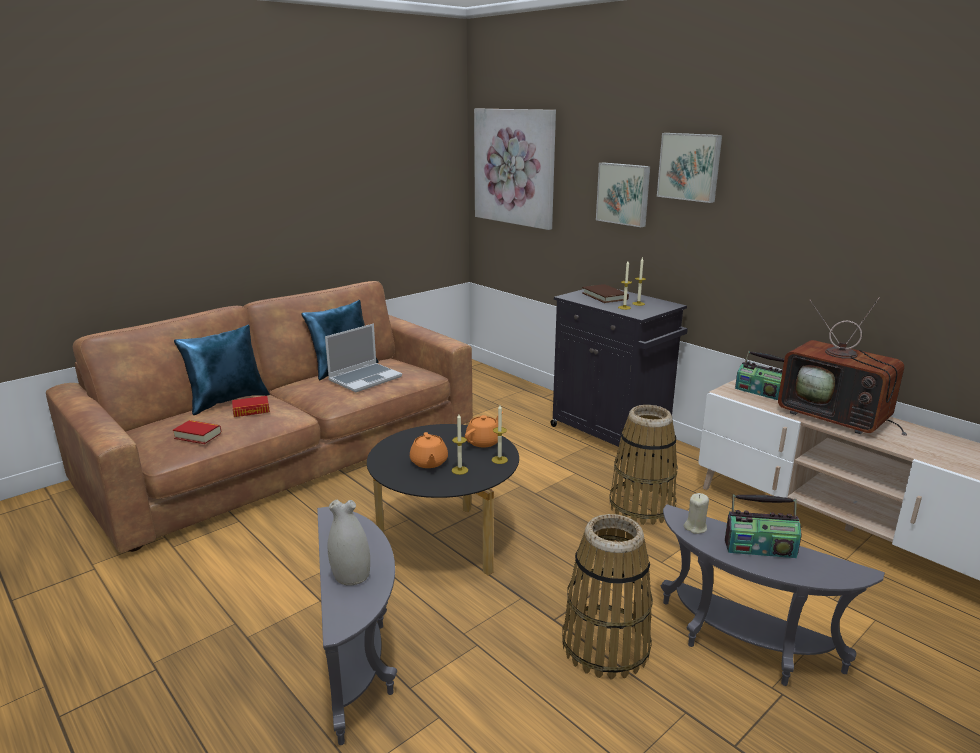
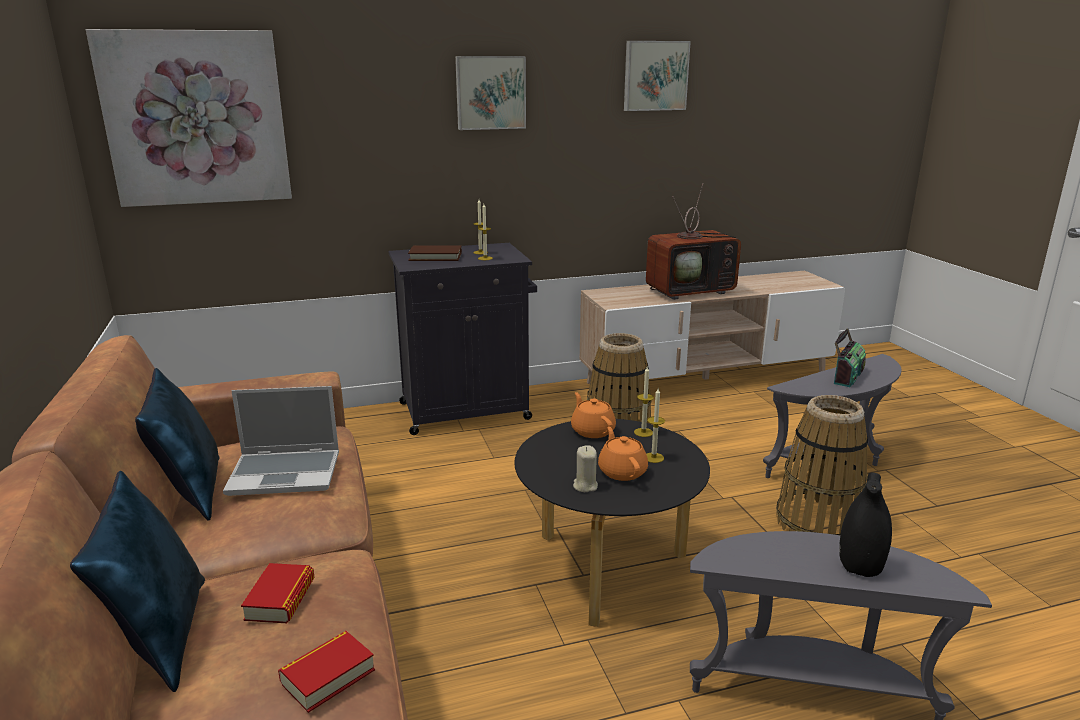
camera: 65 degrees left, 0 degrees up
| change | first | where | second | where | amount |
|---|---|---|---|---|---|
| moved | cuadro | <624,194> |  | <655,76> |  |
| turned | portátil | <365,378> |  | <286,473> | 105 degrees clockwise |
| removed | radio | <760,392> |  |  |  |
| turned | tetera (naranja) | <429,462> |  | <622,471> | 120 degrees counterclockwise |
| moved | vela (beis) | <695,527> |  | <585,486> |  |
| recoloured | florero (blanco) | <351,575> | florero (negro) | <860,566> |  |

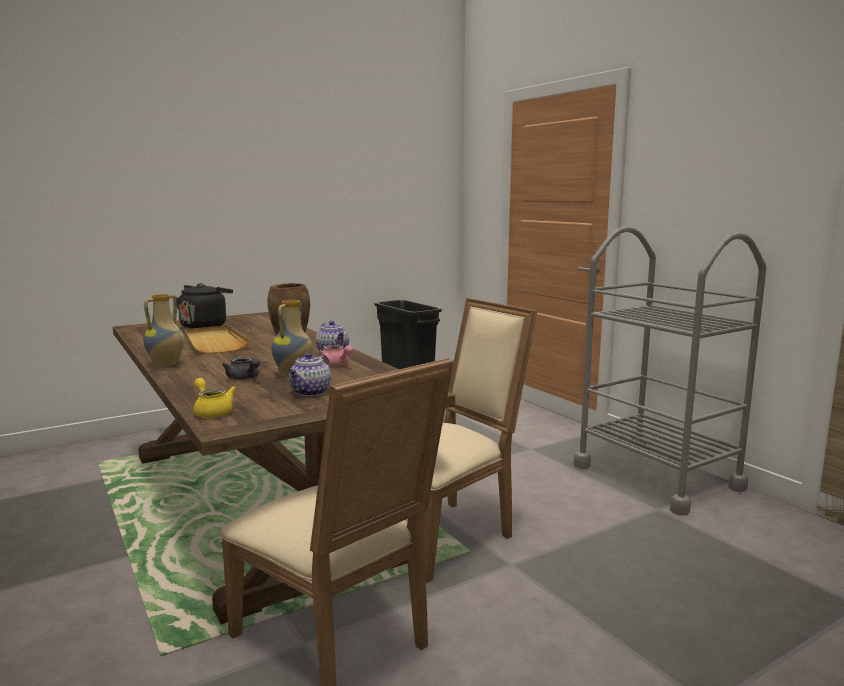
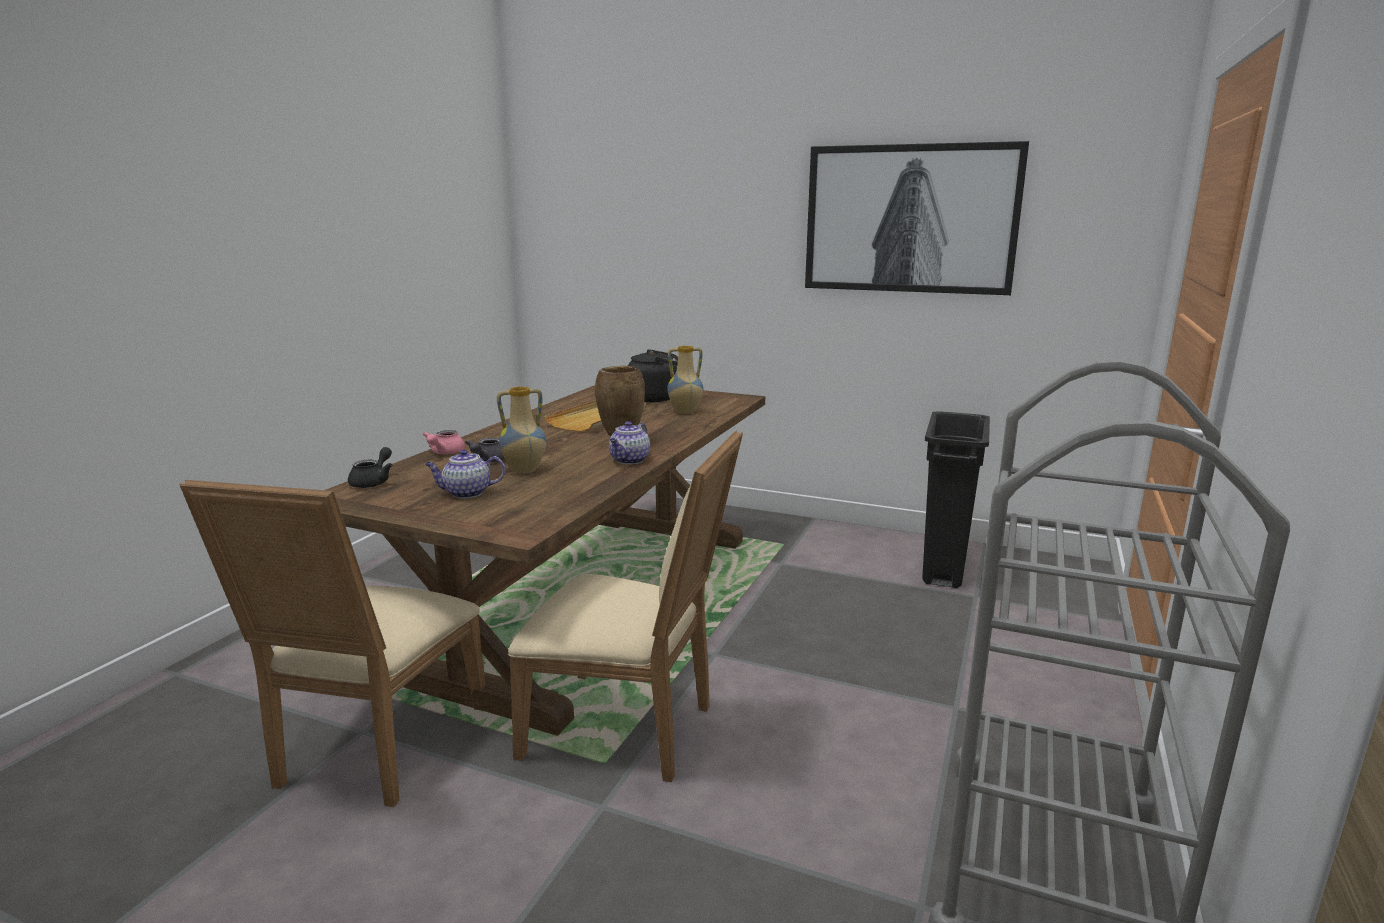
camera: 55 degrees right, 5 degrees up
| change | first | where | second | where | amount |
|---|---|---|---|---|---|
| moved | florero | <166,365> |  | <685,412> |  |
| moved | tetera (rosa) | <336,364> |  | <444,453> |  |
| recoloured | tetera (amarillo) | <212,412> | tetera (negro) | <373,482> |  |
| added |  |  | cuadro | <910,219> |  |

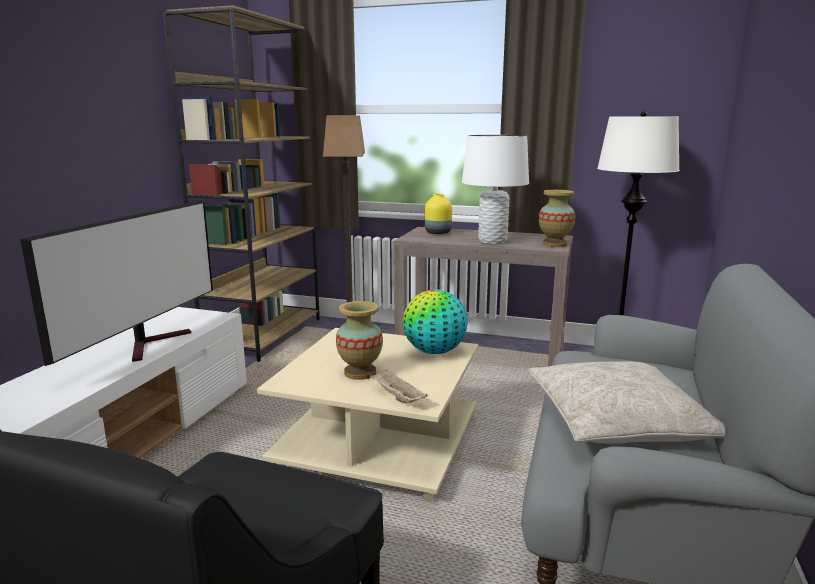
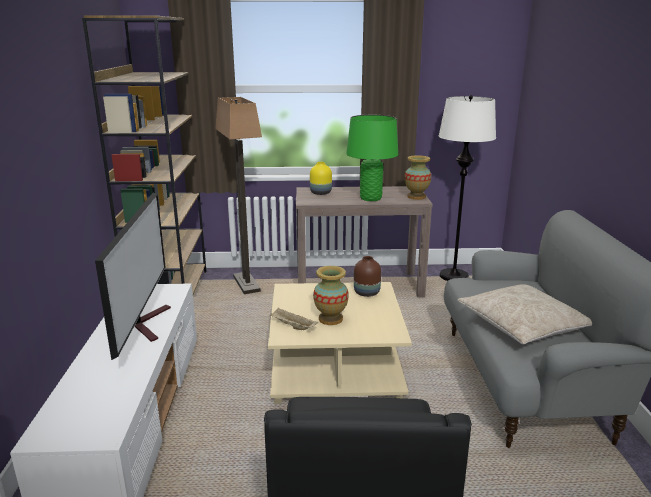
camera: 20 degrees left, 5 degrees up
| change | first | where | second | where | amount |
|---|---|---|---|---|---|
| recoloured | lámpara de mesa (blanco) | <492,241> | lámpara de mesa (verde) | <371,198> |  |
| replaced | globo terráqueo | <434,352> | florero (marrón) | <367,293> |  |
| moved | bandeja (beis) | <396,397> |  | <292,326> |  |

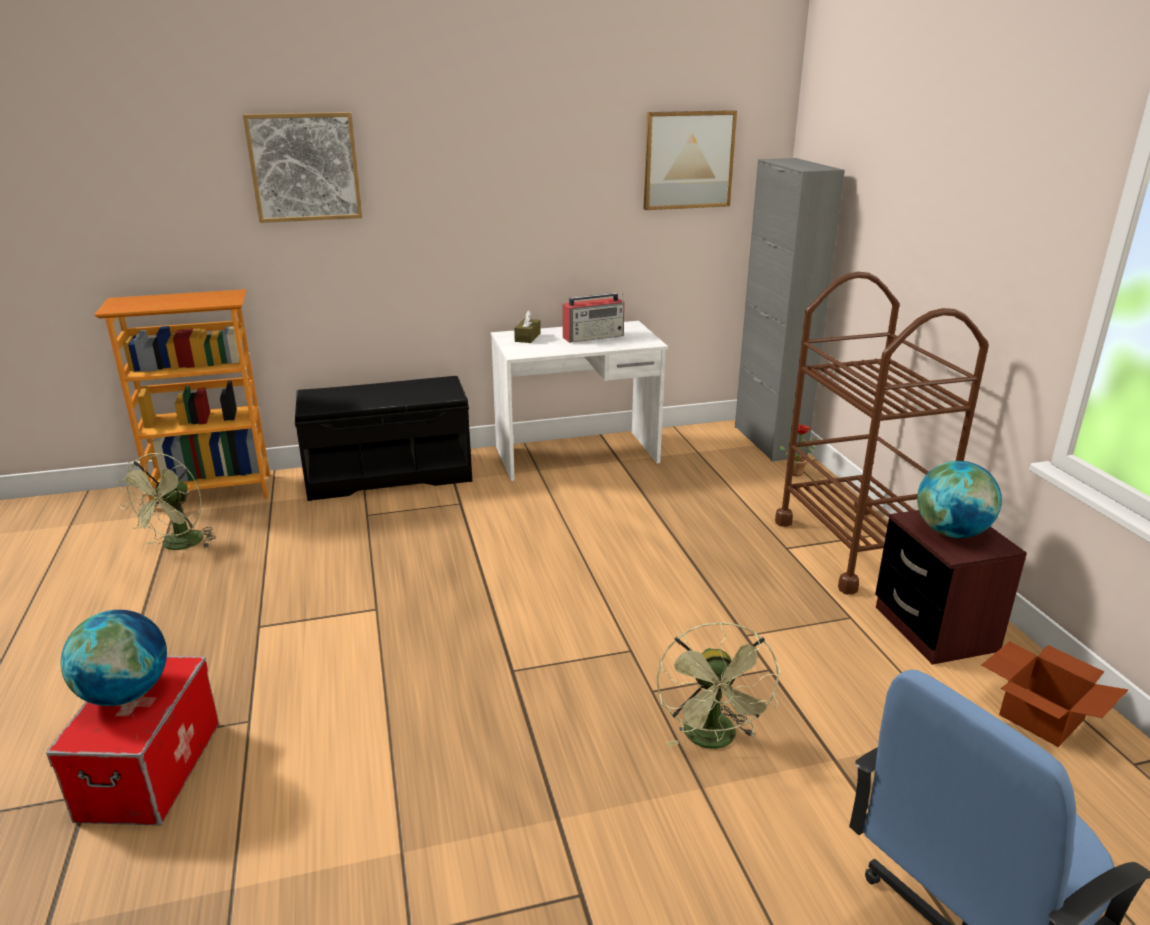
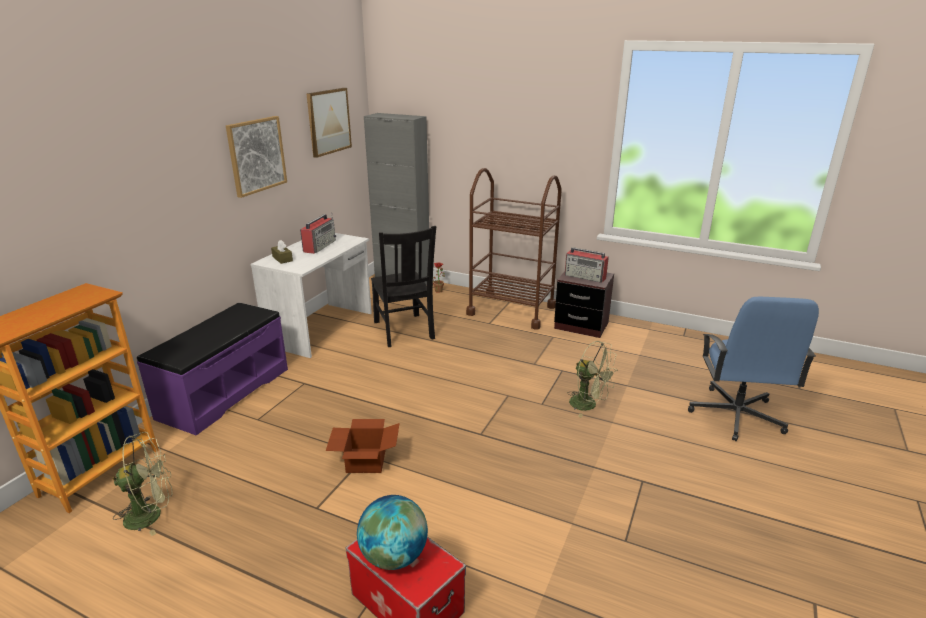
camera: 50 degrees left, 0 degrees up
| change | first | where | second | where | amount |
|---|---|---|---|---|---|
| moved | cuadro | <304,167> |  | <256,155> |  |
| recoloured | banco (negro) | <389,475> | banco (morado) | <224,392> |  |
| turned | ventilador (verde) | <178,546> |  | <151,514> | 75 degrees counterclockwise |
| replaced | globo terráqueo | <951,532> | radio | <585,277> |  |
| moved | caja de cartón | <1040,715> |  | <365,460> |  |
| added |  |  | silla (negro) | <404,331> |  |

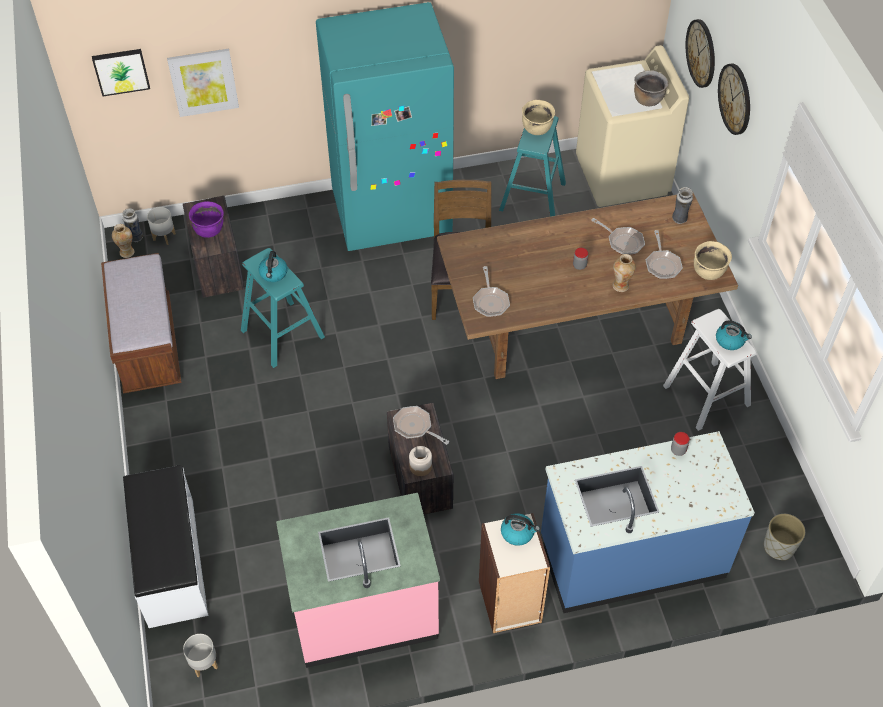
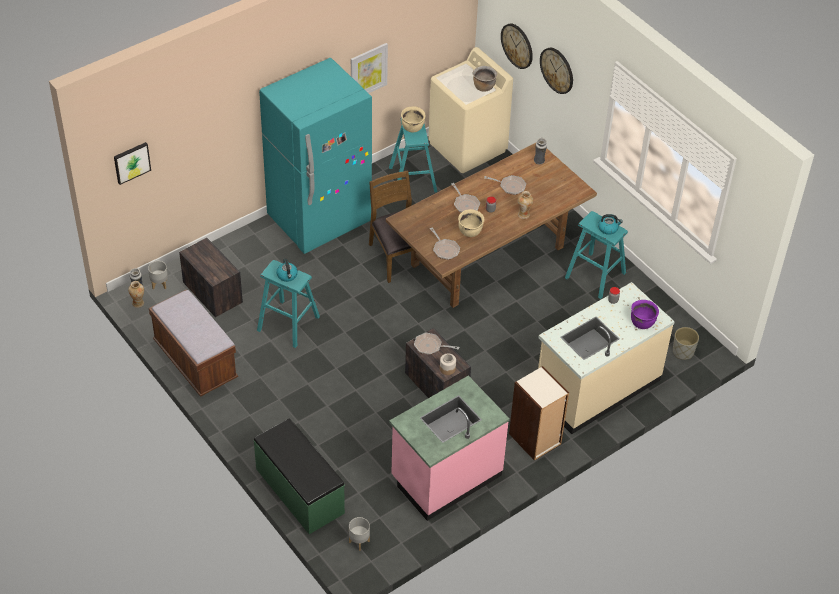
camera: 25 degrees left, 5 degrees down
| change | first | where | second | where | amount |
|---|---|---|---|---|---|
| moved | cuadro | <203,82> |  | <368,71> |  |
| moved | olla (morado) | <209,230> |  | <642,322> |  |
| moved | sartén | <662,264> |  | <465,204> |  |
| moved | olla (beis) | <708,272> |  | <470,232> |  |
| recoloured | taburete (blanco) | <706,395> | taburete (turquesa) | <595,275> |  |
| recoloured | mueble bajo de cocina (azul) | <631,556> | mueble bajo de cocina (beis) | <596,387> |  |
| recoloured | banco (blanco) | <170,563> | banco (verde) | <299,491> |  |
| removed | hervidor | <518,533> |  |  |  |

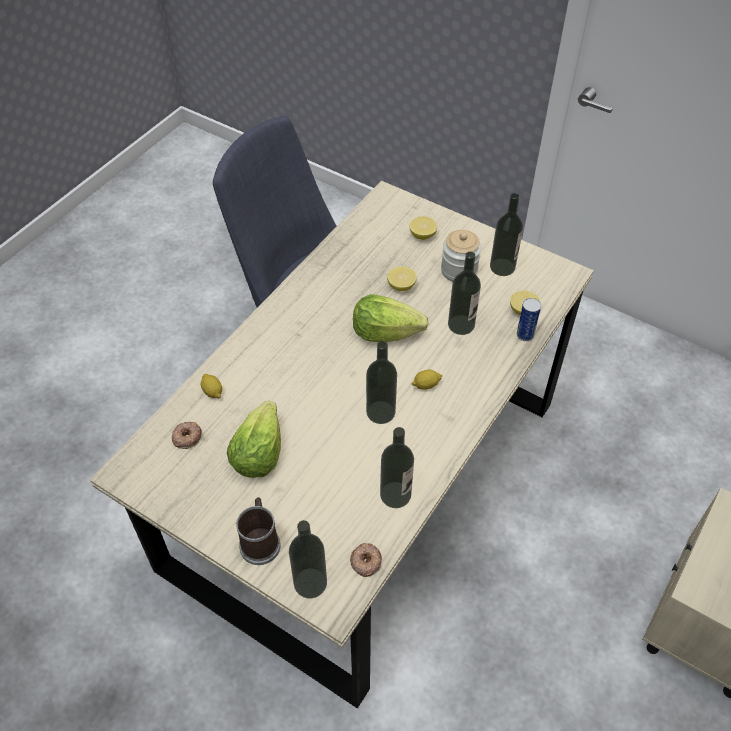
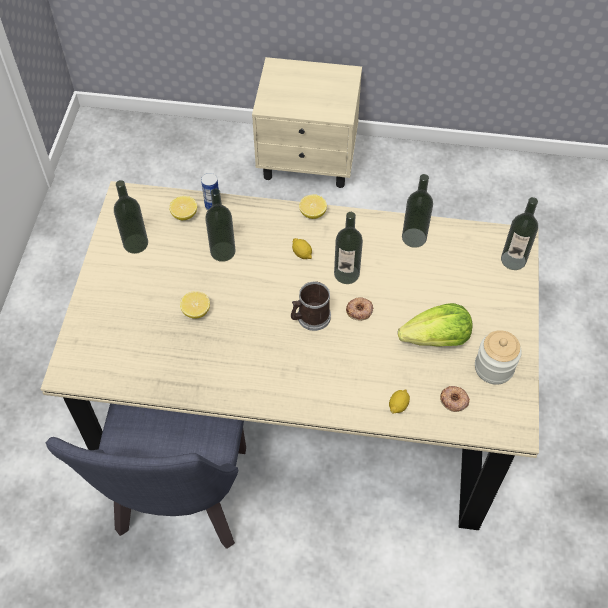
camera: 115 degrees left, 5 degrees up
| change | first | where | second | where | amount |
|---|---|---|---|---|---|
| moved | limón | <422,235> |  | <312,213> |  |
| moved | tarro | <459,270> |  | <494,367> |  |
| removed | lechuga | <385,332> |  |  |  |
| moved | taza grande | <260,541> |  | <310,318> |  |
| moved | rosquilla | <365,561> |  | <359,310> |  |

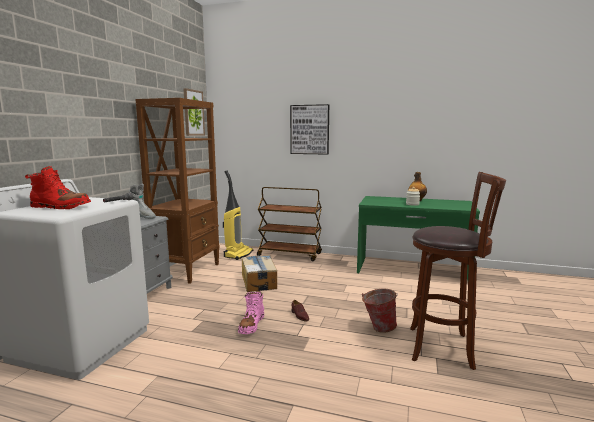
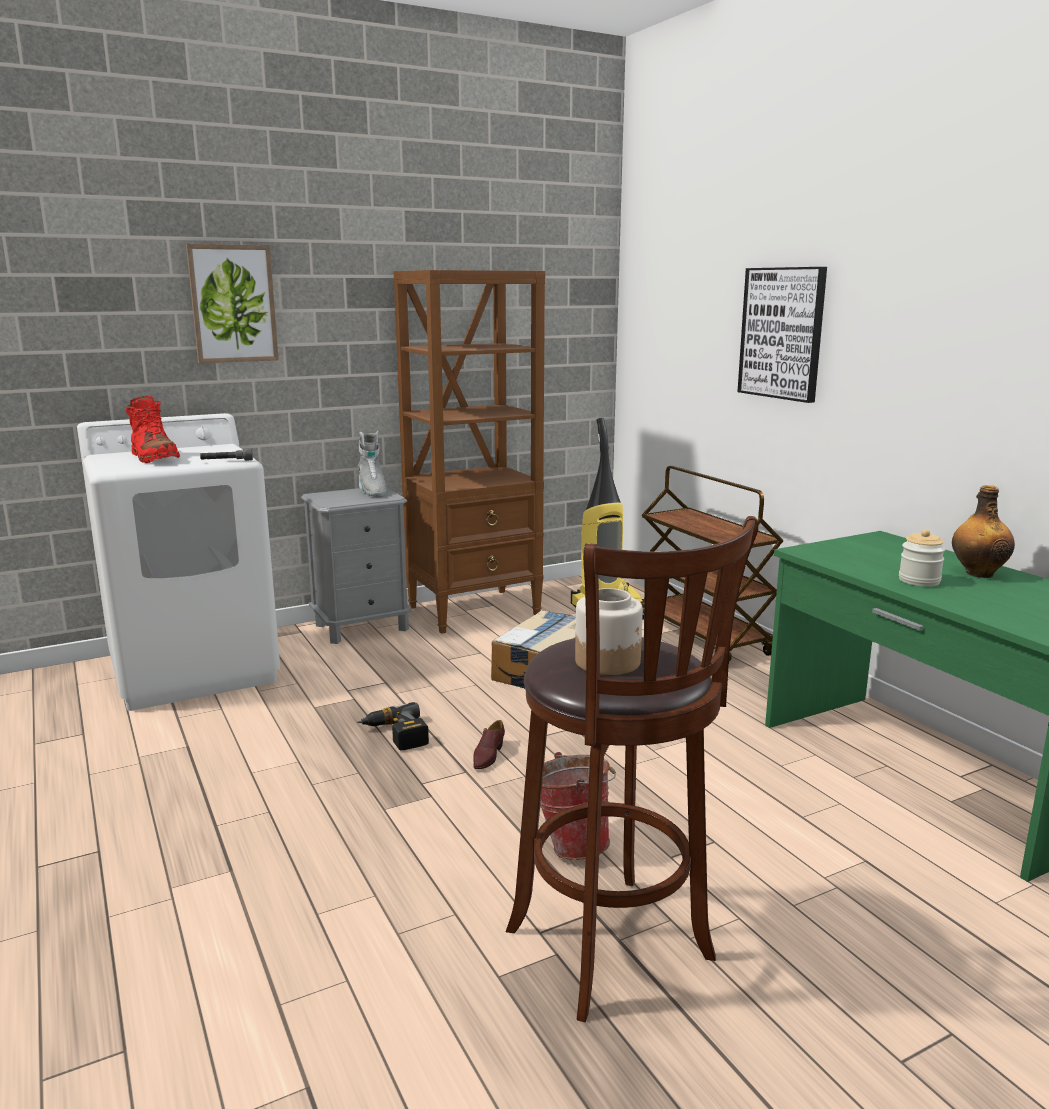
camera: 45 degrees right, 5 degrees up
| change | first | where | second | where | amount |
|---|---|---|---|---|---|
| moved | cuadro | <193,113> |  | <233,304> |  |
| replaced | bota (rosa) | <251,325> | taladro | <395,735> |  |
| added |  |  | tarro | <608,662> |  |

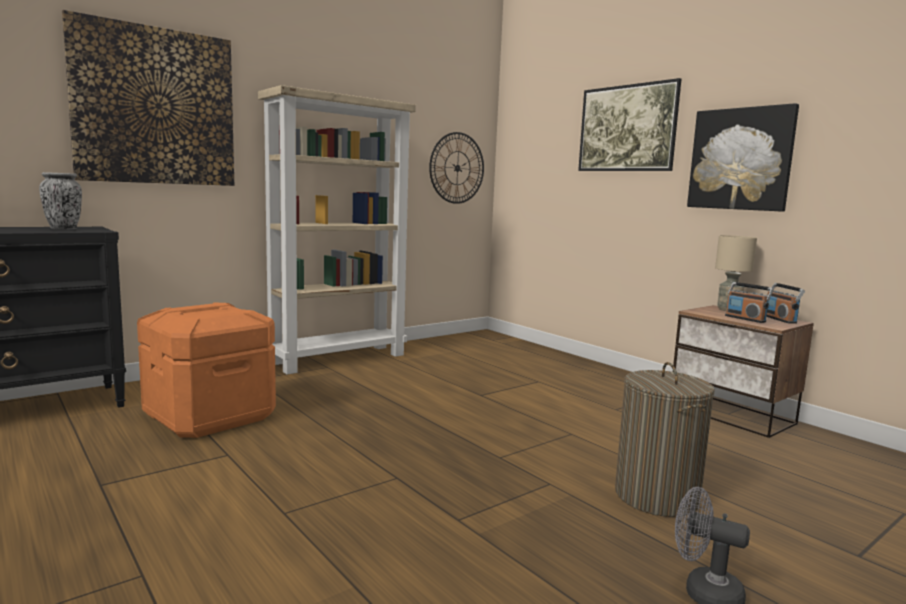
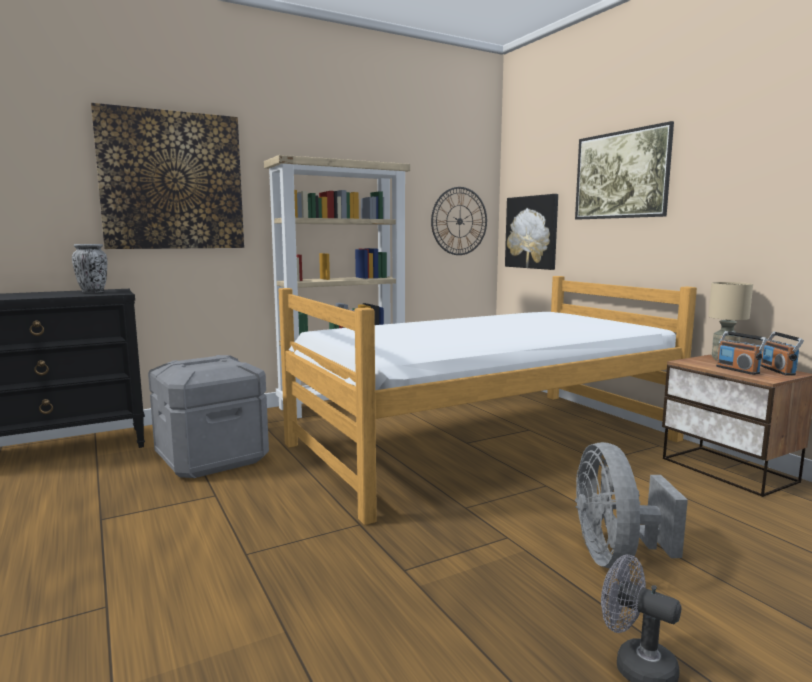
camera: 10 degrees right, 0 degrees up
| change | first | where | second | where | amount |
|---|---|---|---|---|---|
| moved | cuadro | <740,159> |  | <532,232> |  |
| recoloured | caja de almacenaje (naranja) | <209,417> | caja de almacenaje (gris) | <211,459> |  |
| replaced | cesto de la ropa | <656,496> | ventilador (gris) | <616,556> |  |
| added |  |  | cama | <486,442> |  |

